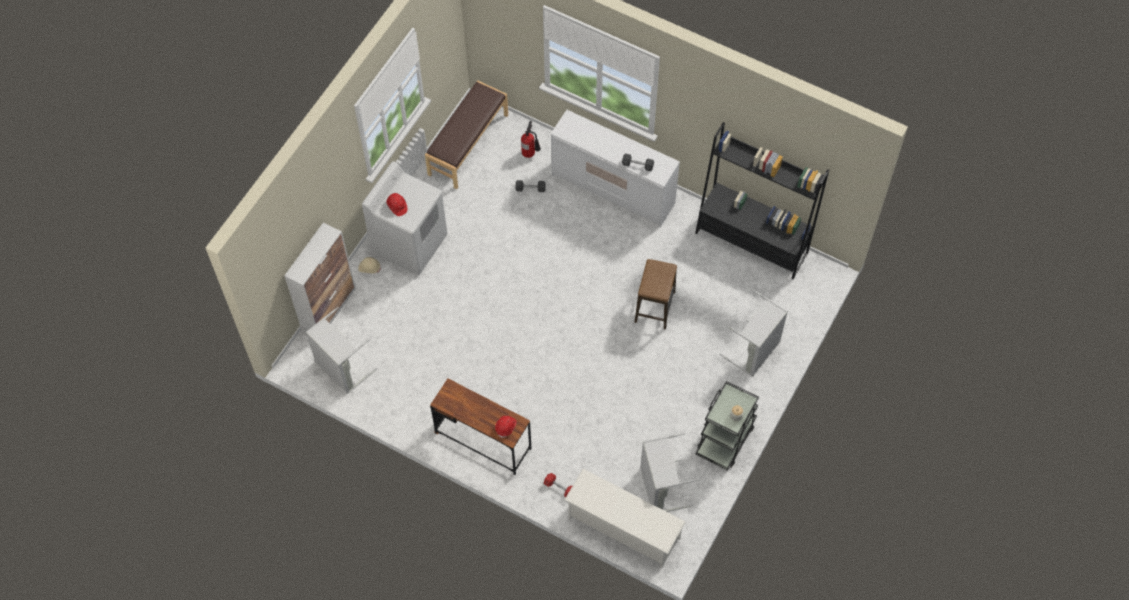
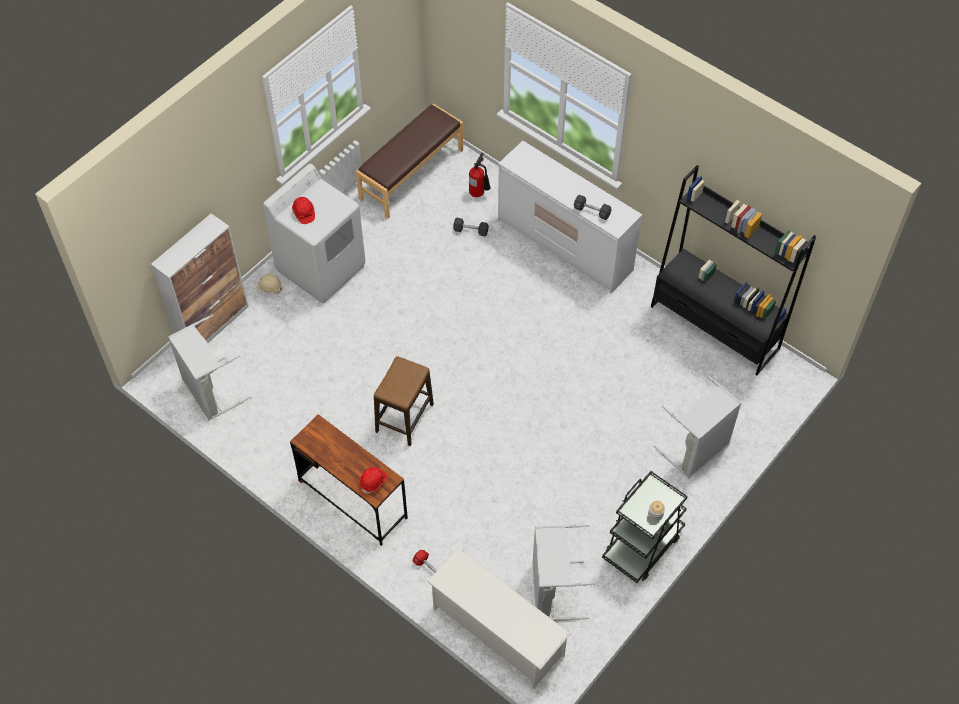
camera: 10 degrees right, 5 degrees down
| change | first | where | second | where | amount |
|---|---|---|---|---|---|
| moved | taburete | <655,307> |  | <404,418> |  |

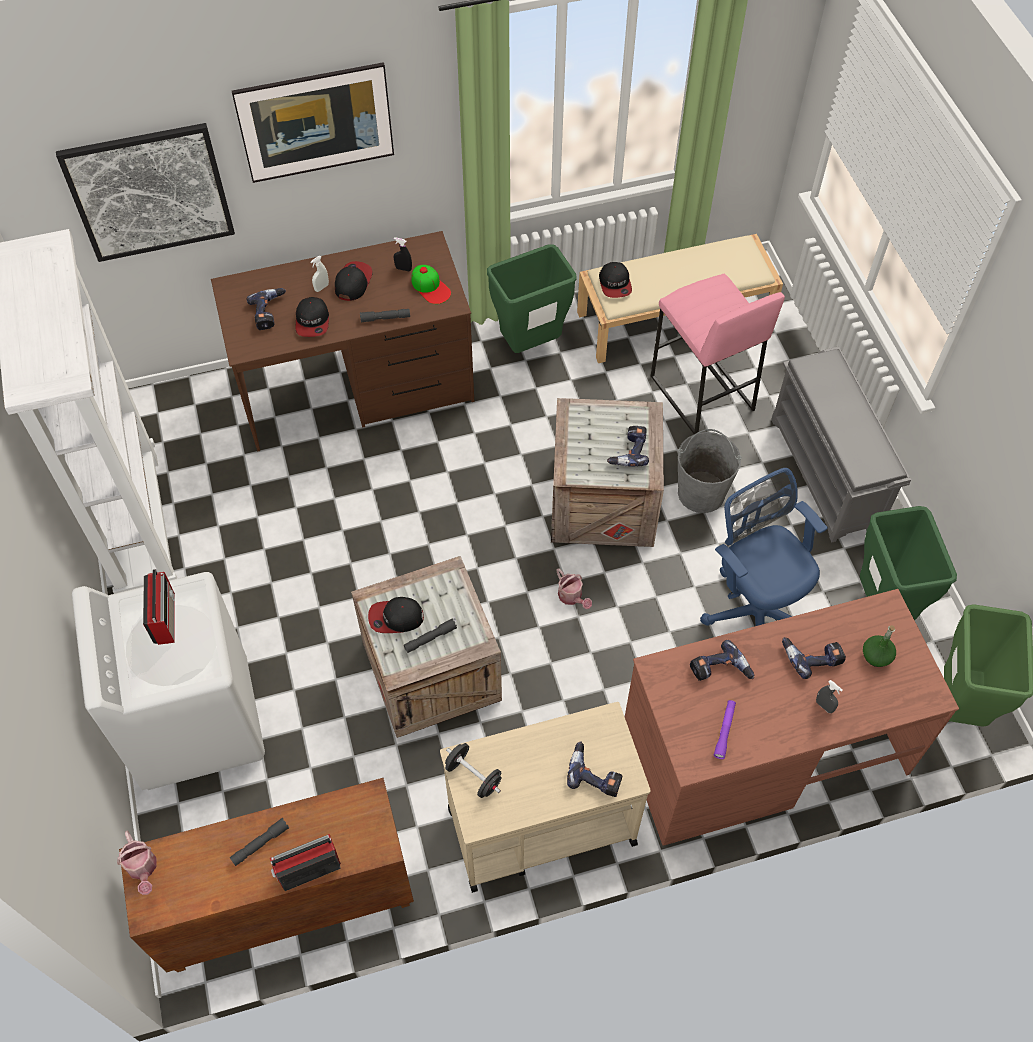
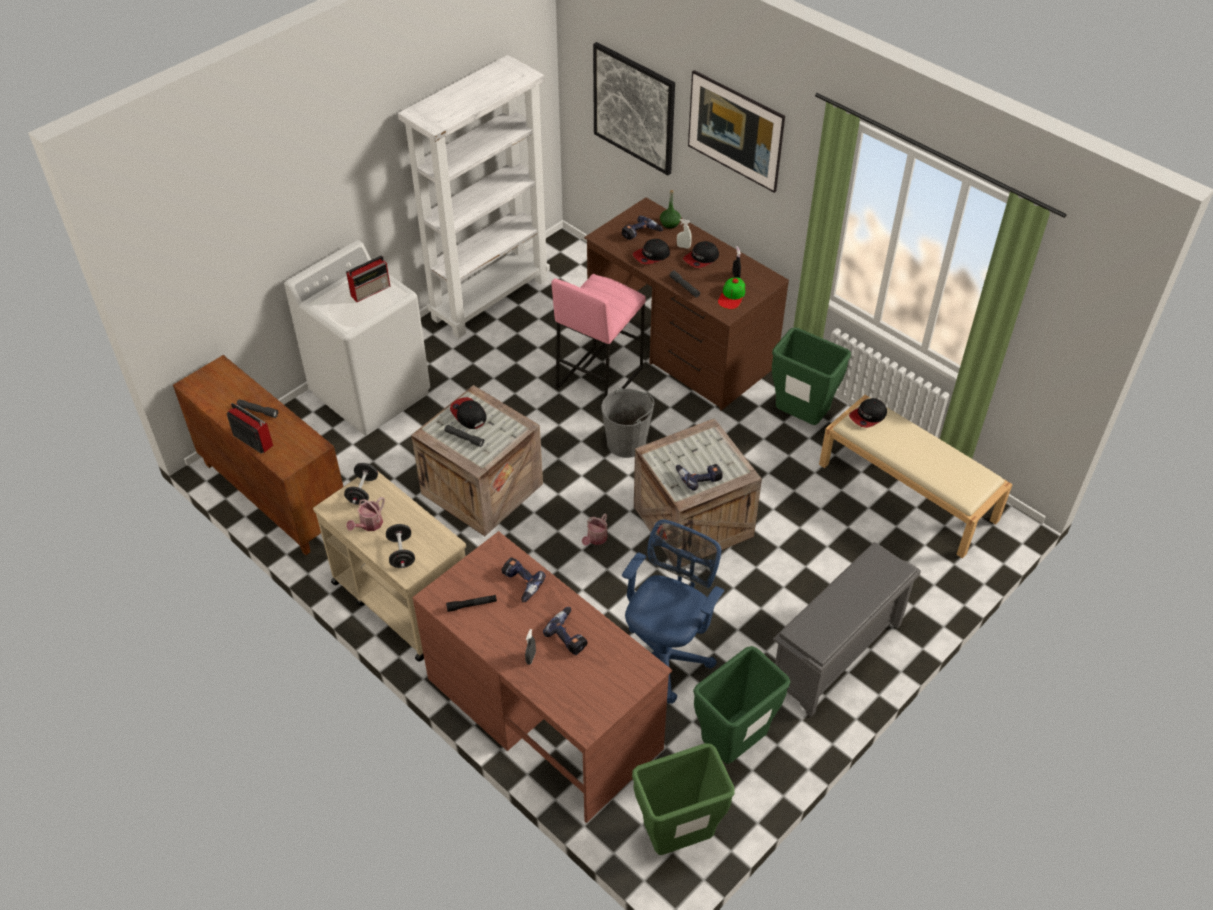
camera: 60 degrees right, 10 degrees down
| change | first | where | second | where | amount |
|---|---|---|---|---|---|
| turned | gorra | <353,282> |  | <701,258> | 150 degrees clockwise |
| moved | taburete (rosa) | <701,393> |  | <598,377> |  |
| moved | cubo (gris) | <701,492> |  | <627,443> |  |
| moved | botella (verde) | <876,656> |  | <670,224> |  |
| recoloured | linterna (morado) | <724,731> | linterna (negro) | <471,605> |  |
| replaced | taladro | <595,774> | mancuerna (negro) | <401,553> |  |
| moved | regadera | <143,869> |  | <369,525> |  |

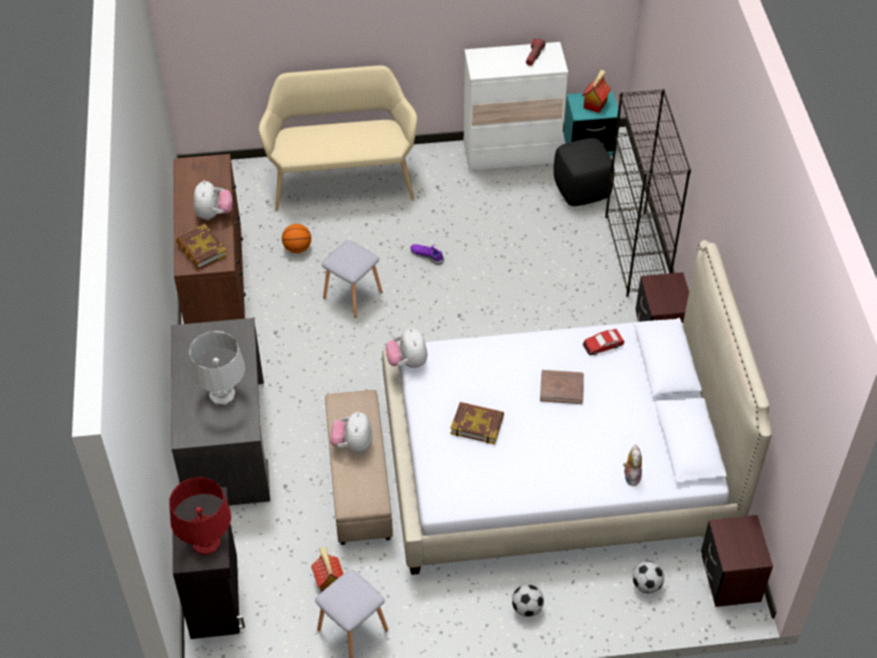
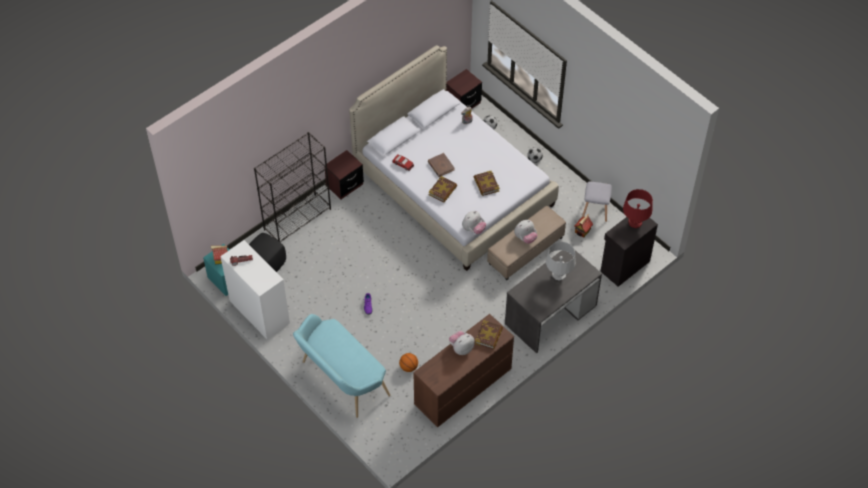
camera: 125 degrees left, 5 degrees up
| change | first | where | second | where | amount |
|---|---|---|---|---|---|
| recoloured | banco (beis) | <342,179> | banco (turquesa) | <341,380> |  |
| removed | taburete (gris) | <351,295> |  |  |  |
| added |  |  | libro | <443,191> |  |

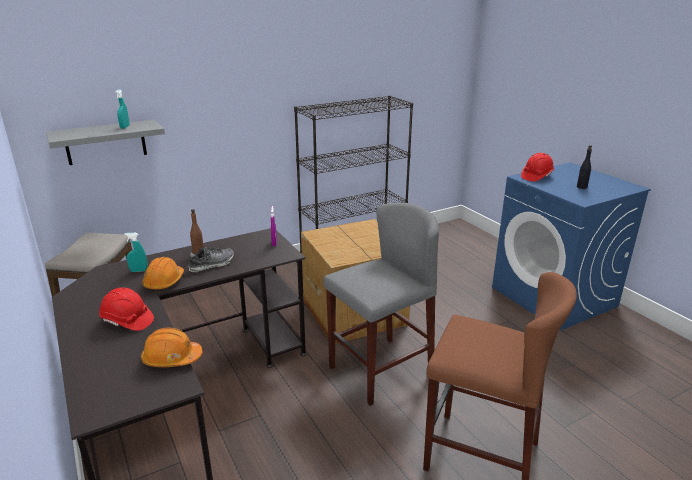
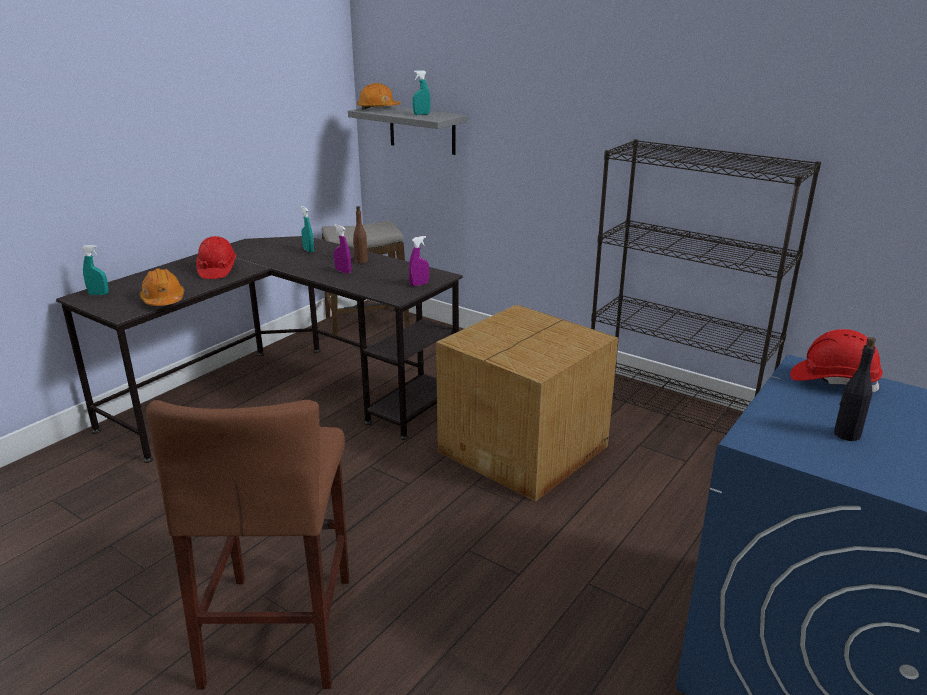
camera: 65 degrees right, 0 degrees up
| change | first | where | second | where | amount |
|---|---|---|---|---|---|
| removed | taburete (gris) | <380,370> |  |  |  |
| replaced | zapato | <212,264> | pulverizador (morado) | <343,271> |  |
| moved | casco (naranja) | <164,282> |  | <378,108> |  |
| added |  |  | pulverizador (turquesa) | <98,294> |  |

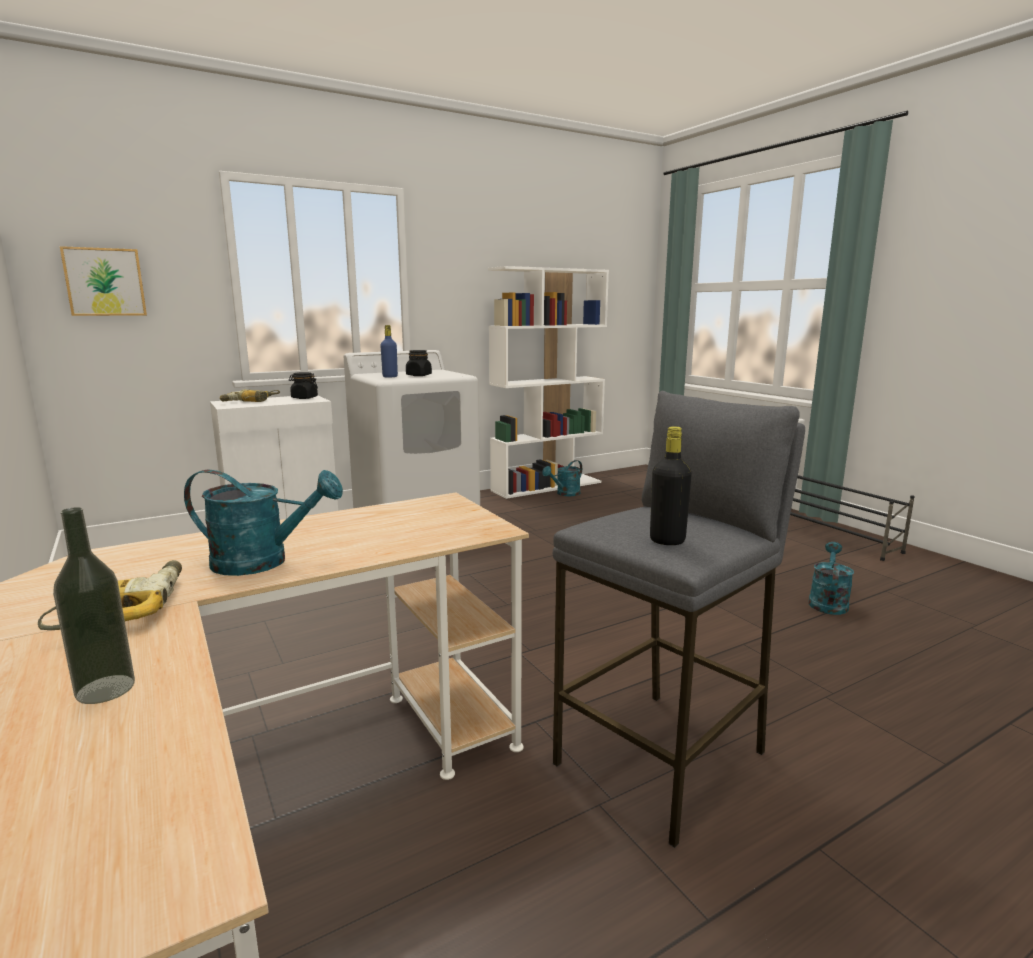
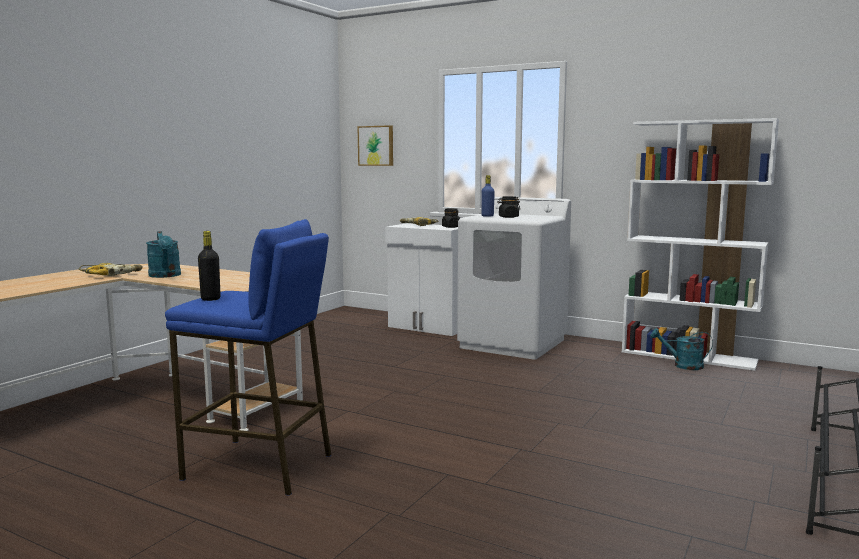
camera: 60 degrees right, 5 degrees down
| change | first | where | second | where | amount |
|---|---|---|---|---|---|
| recoloured | taburete (gris) | <663,759> | taburete (azul) | <259,467> |  |
| removed | botella | <105,689> |  |  |  |
| removed | regadera (turquesa) | <827,602> |  |  |  |

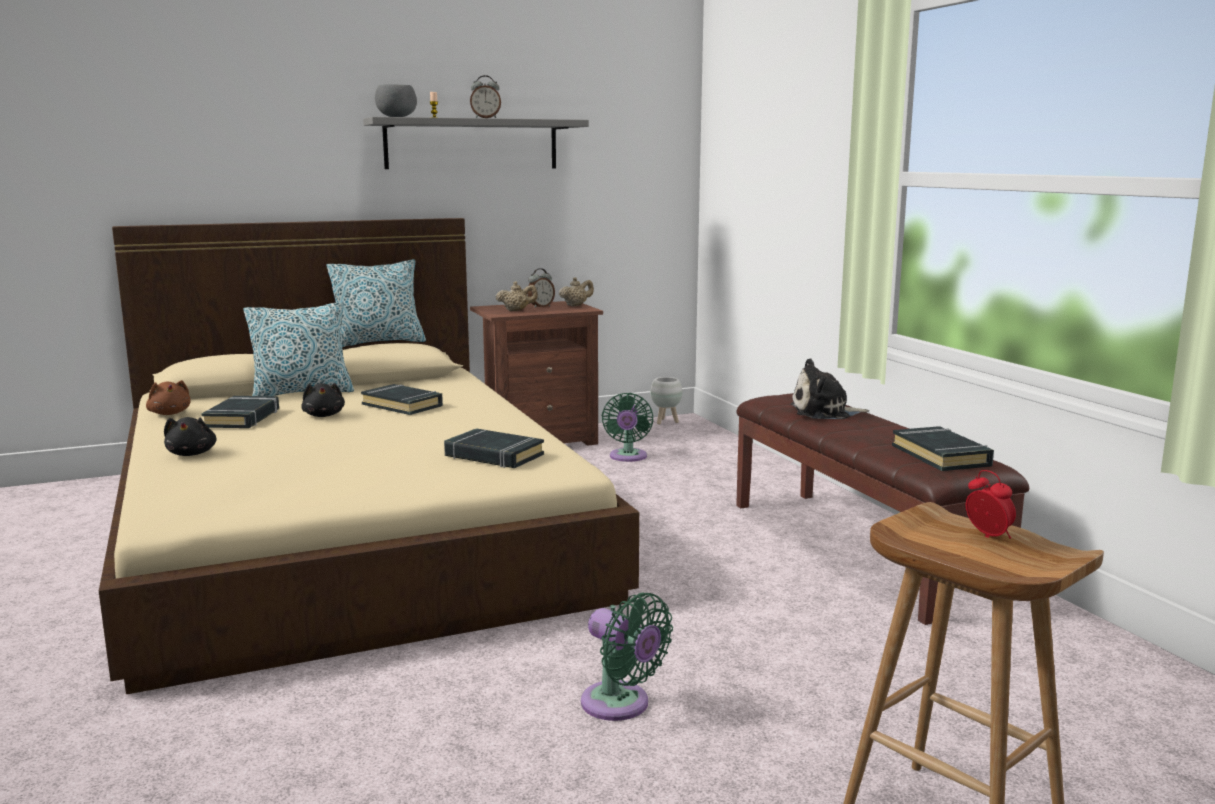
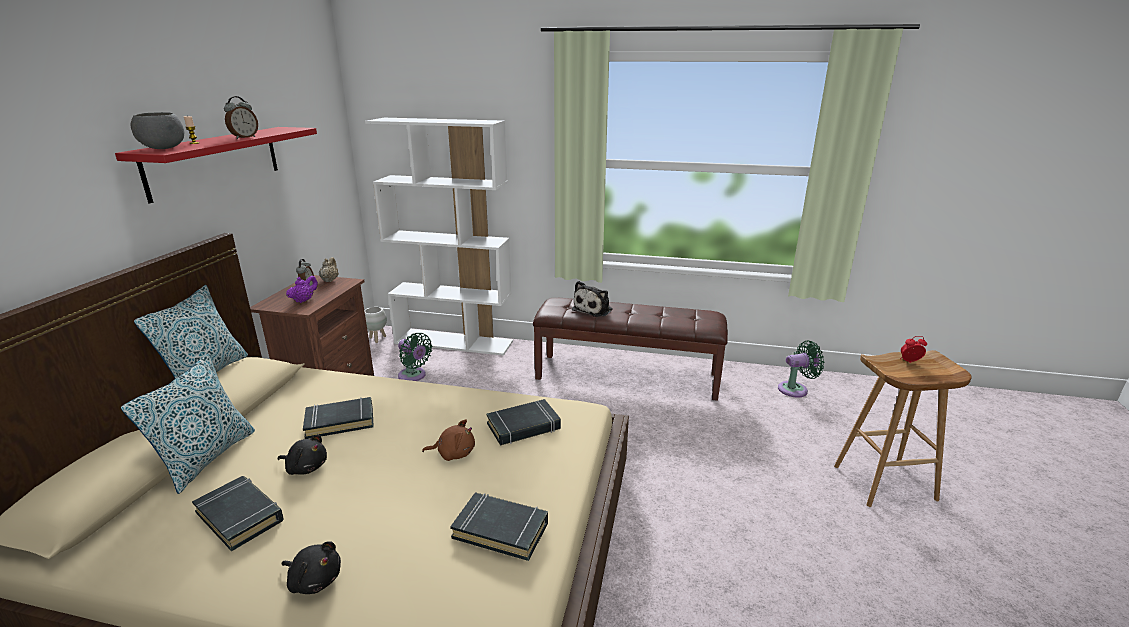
camera: 55 degrees left, 10 degrees up
| change | first | where | second | where | amount |
|---|---|---|---|---|---|
| recoloured | estante (gris) | <472,144> | estante (rojo) | <215,161> |  |
| recoloured | tetera (beis) | <517,310> | tetera (morado) | <304,300> |  |
| moved | peluche (marrón) | <170,413> |  | <453,453> |  |
| moved | libro (negro) | <941,456> |  | <501,530> |  |
| moved | ventilador (verde) | <620,705> |  | <795,389> |  |
| added |  |  | estantería (blanco) | <454,342> |  |

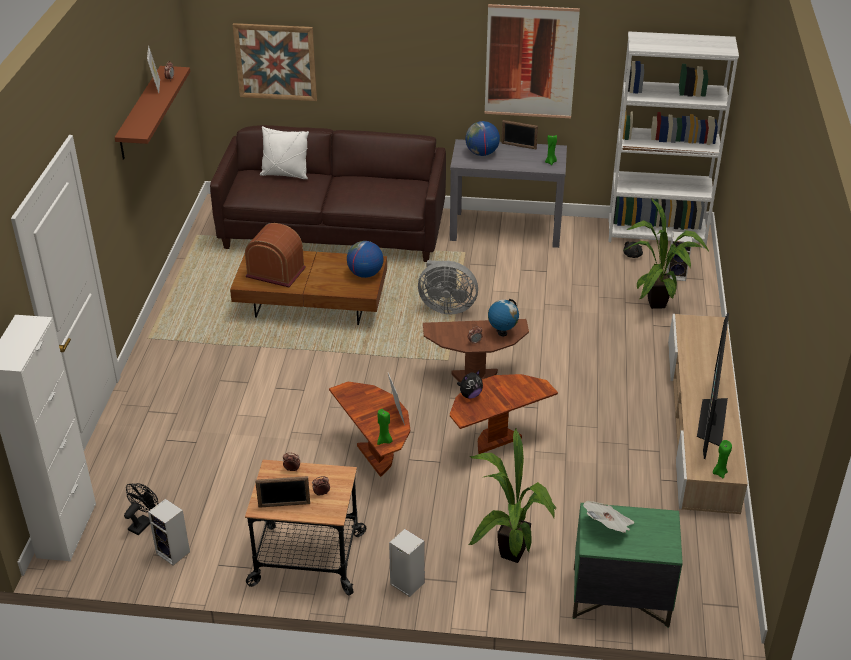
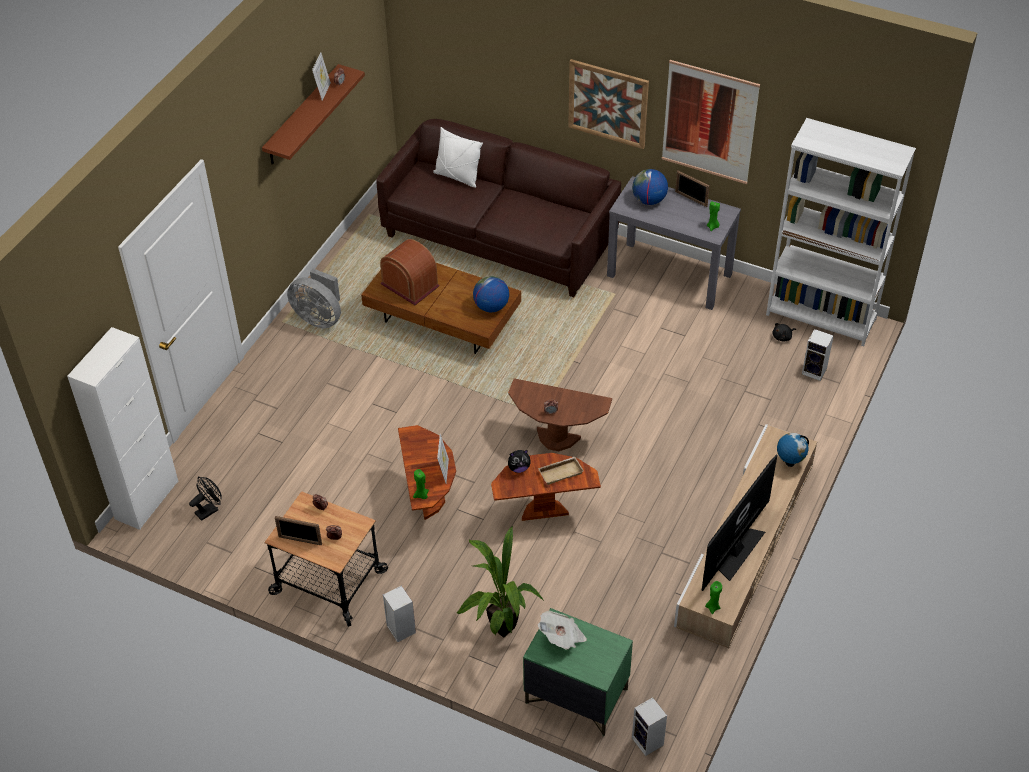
camera: 20 degrees right, 10 degrees up
| change | first | where | second | where | amount |
|---|---|---|---|---|---|
| moved | cuadro | <275,62> |  | <608,103> |  |
| removed | planta en maceta | <657,307> |  |  |  |
| moved | ventilador (gris) | <446,307> |  | <319,318> |  |
| moved | globo terráqueo | <502,333> |  | <789,462> |  |
| moved | altavoz | <174,553> |  | <648,742> |  |
| added |  |  | bandeja (beis) | <560,472> |  |

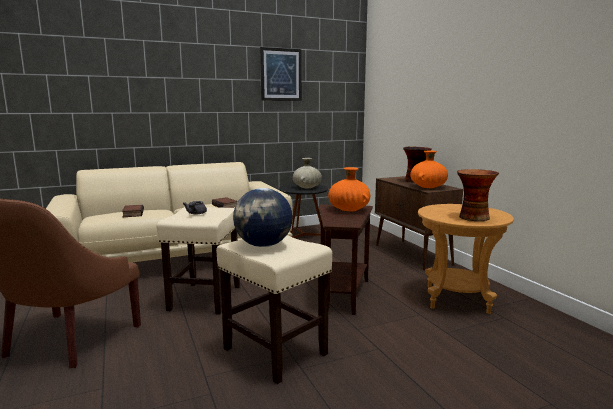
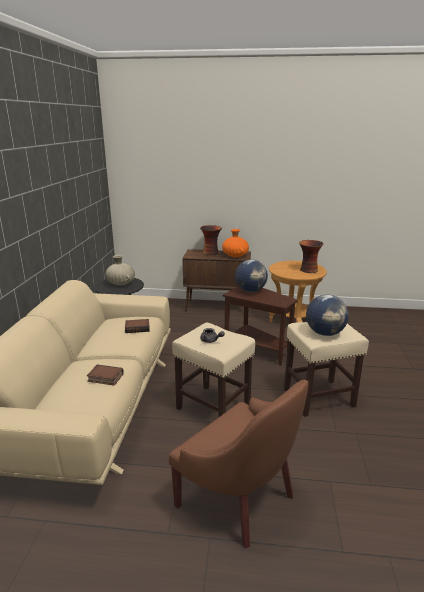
camera: 60 degrees left, 10 degrees up
| change | first | where | second | where | amount |
|---|---|---|---|---|---|
| removed | cuadro | <281,74> |  |  |  |
| replaced | florero (naranja) | <348,210> | globo terráqueo | <250,290> |  |

